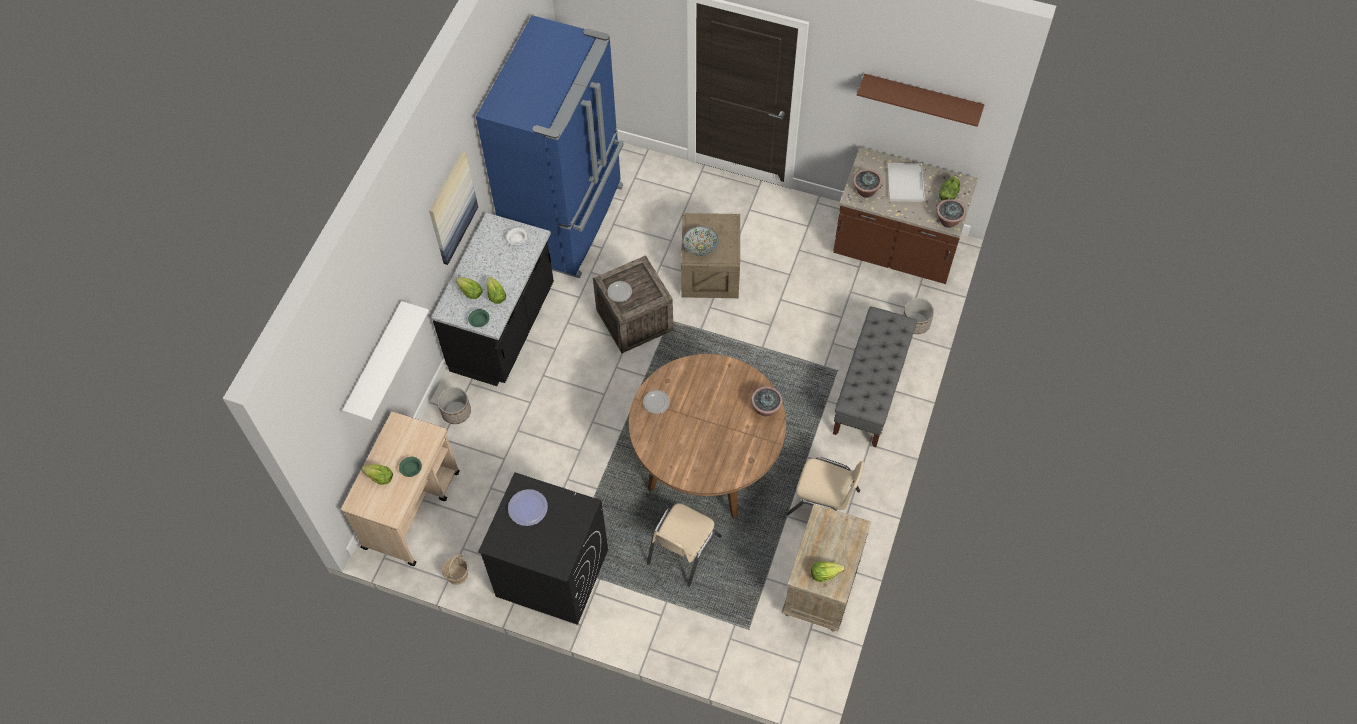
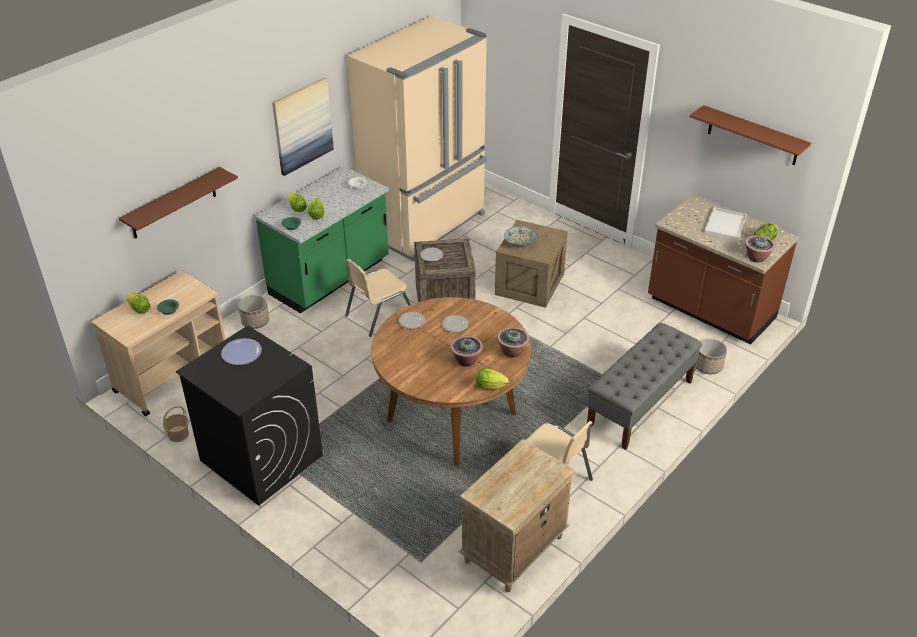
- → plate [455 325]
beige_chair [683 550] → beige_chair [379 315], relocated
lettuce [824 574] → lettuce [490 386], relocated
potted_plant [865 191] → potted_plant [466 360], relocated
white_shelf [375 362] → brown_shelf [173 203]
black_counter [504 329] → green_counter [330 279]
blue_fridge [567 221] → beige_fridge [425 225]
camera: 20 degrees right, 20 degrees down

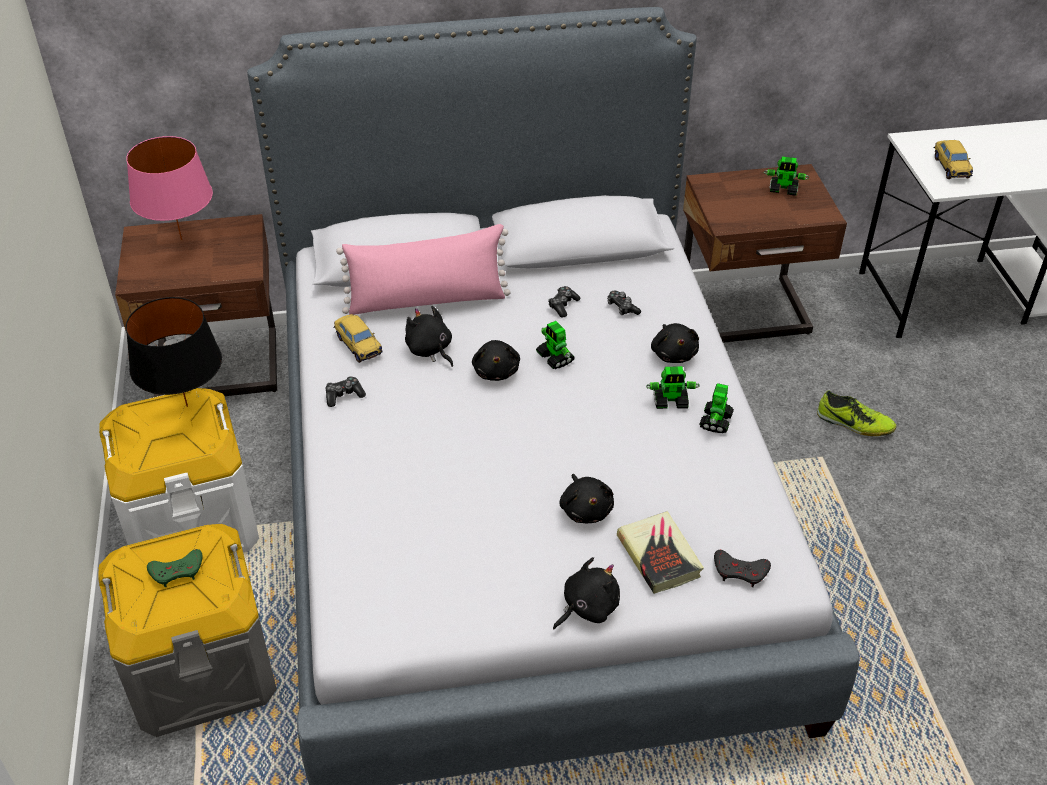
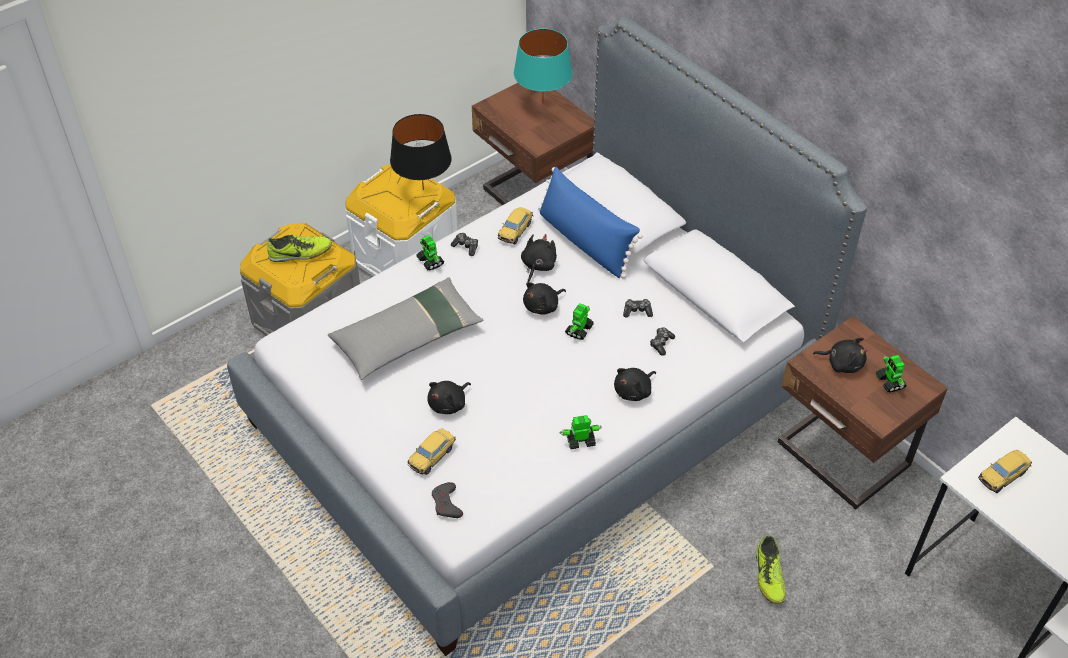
- → grey_pillow [408 337]
black_plush_toy [587 607] → black_plush_toy [842 363], relocated
toy_robot [671 401] → toy_robot [430 262], relocated
green_game_controller [177 571] → shoe [300 253]
book [659 556] → toy_car [432 456]
pink_table_lamp [181 240] → turquoise_table_lamp [543 103]
pink_pillow [427 300] → blue_pillow [585 242]
camera: 60 degrees right, 5 degrees up

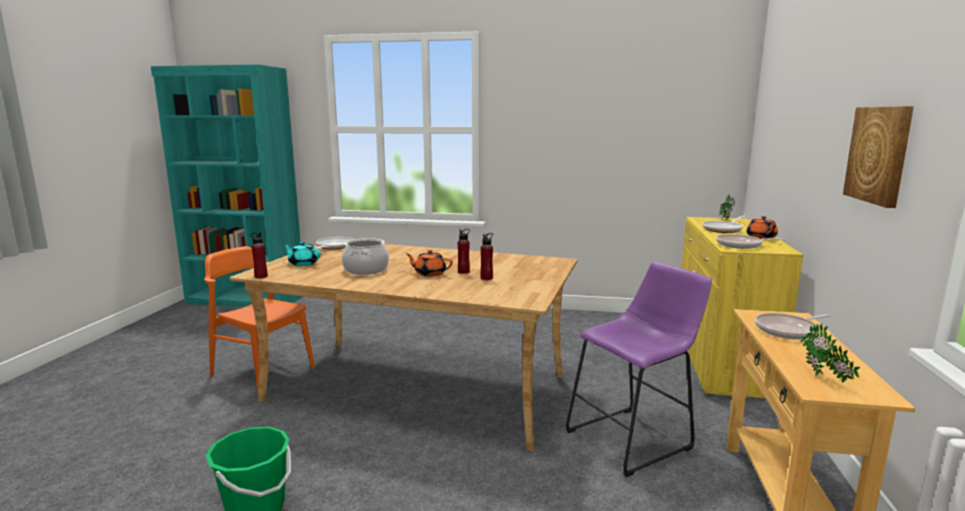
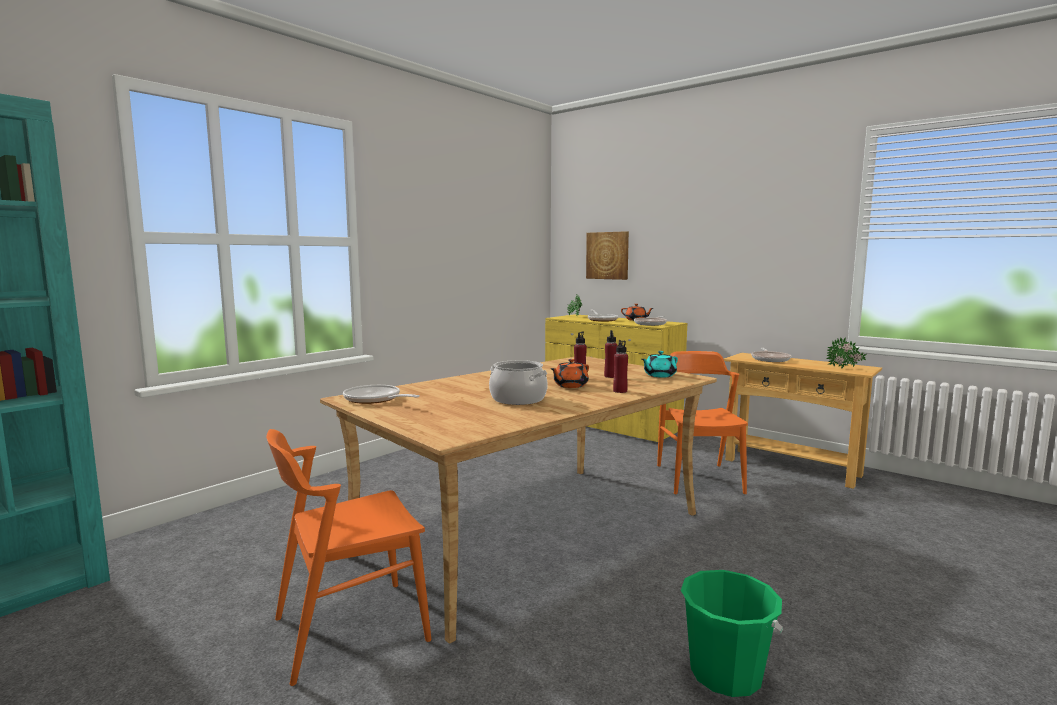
red_bottle [261 276] → red_bottle [620 391], relocated
turquoise_teapot [303 264] → turquoise_teapot [659 375], relocated
picture [879 154] → picture [607 255], relocated
purple_stool [634 438] → orange_chair [698 478]
camera: 60 degrees left, 5 degrees down

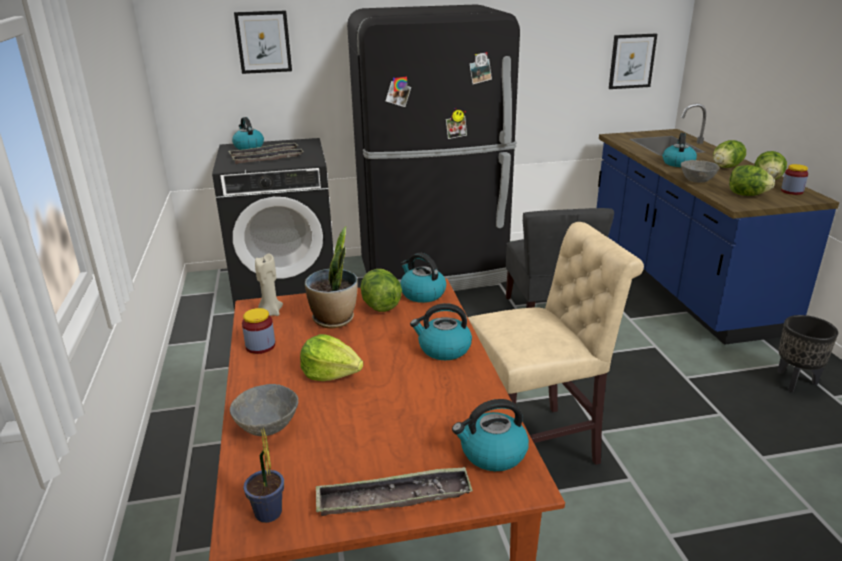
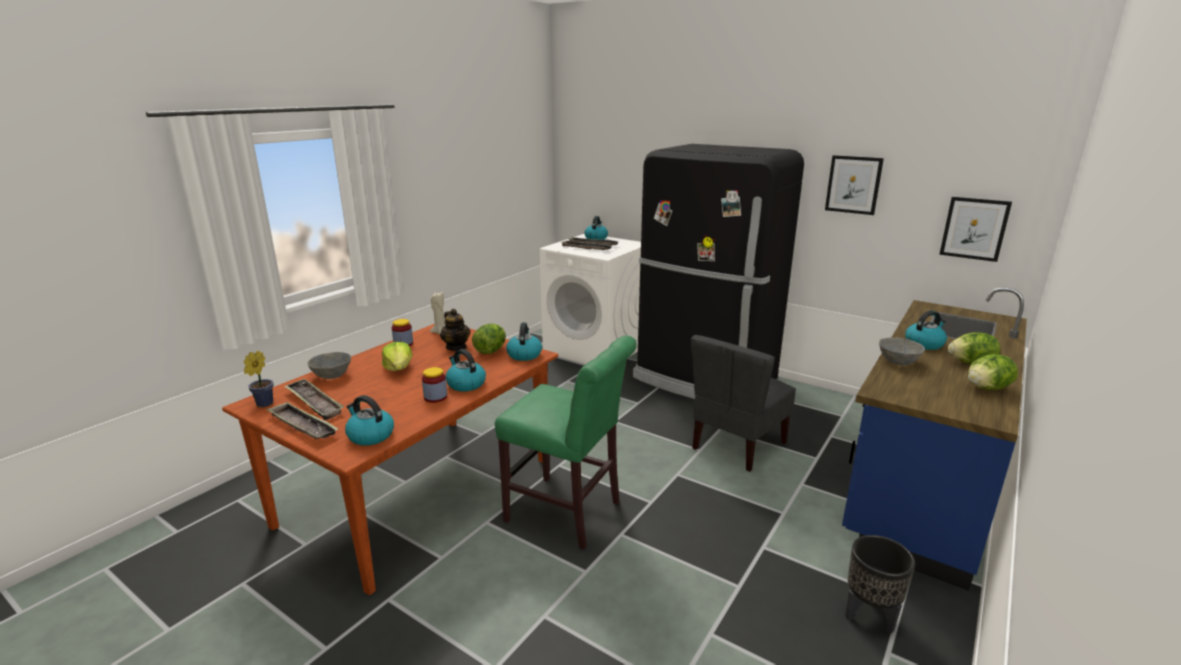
lettuce [746 195] → -
- → tray [314 403]
picture [263 42] → picture [853 184], relocated
jar [792 191] → jar [435 397], relocated
potted_plant [334 319] → teapot [456 347]
black_washing_machine [286 284] → white_washing_machine [595 349]
beige_chair [538 444] → green_chair [568 514]
camera: 45 degrees right, 5 degrees down

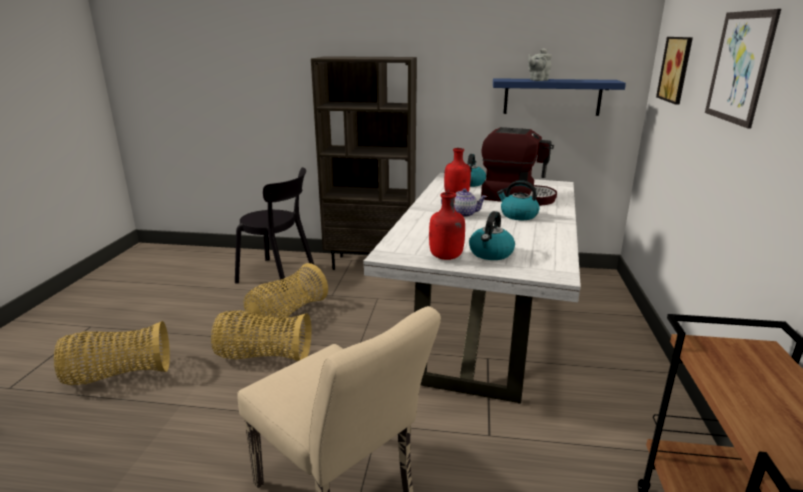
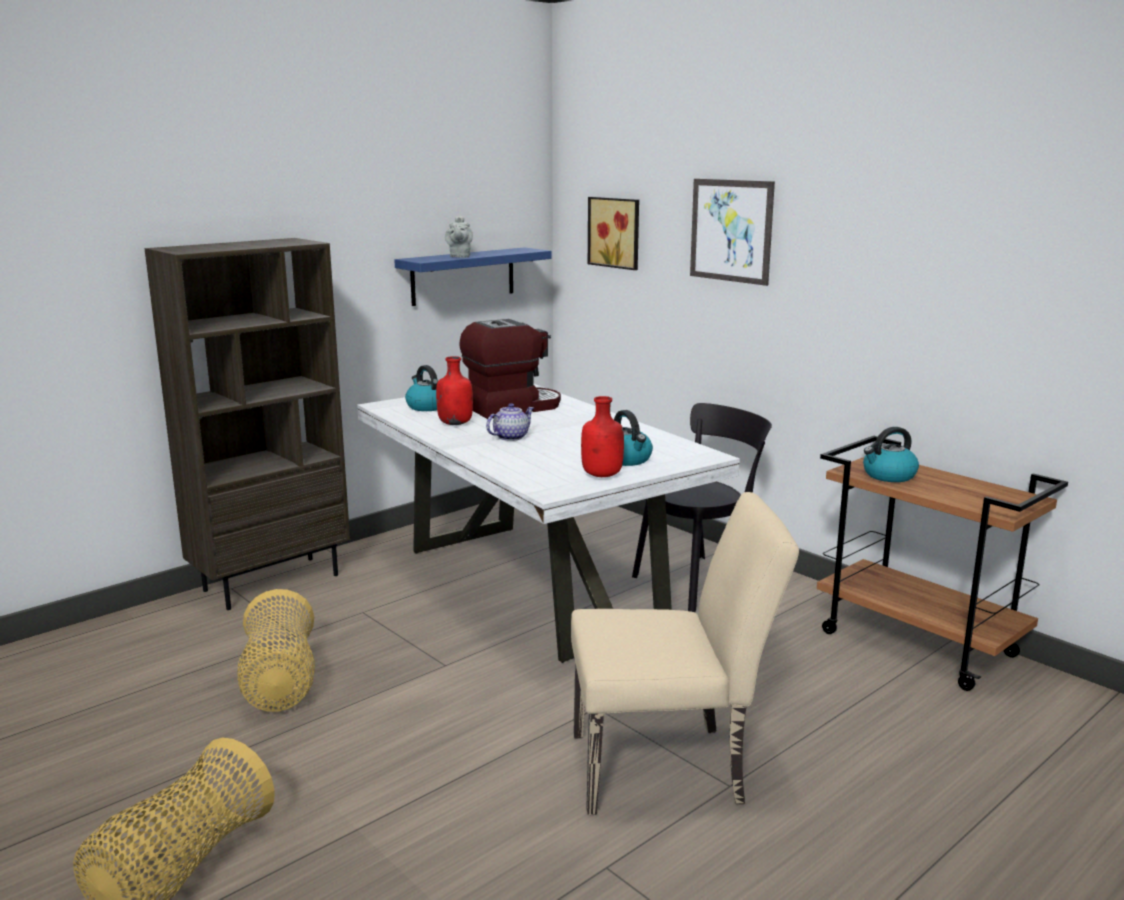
basket [263 356] → -
black_chair [279 275] → black_chair [702 582], relocated
kettle [518 215] → kettle [888 476], relocated
camera: 50 degrees left, 5 degrees down

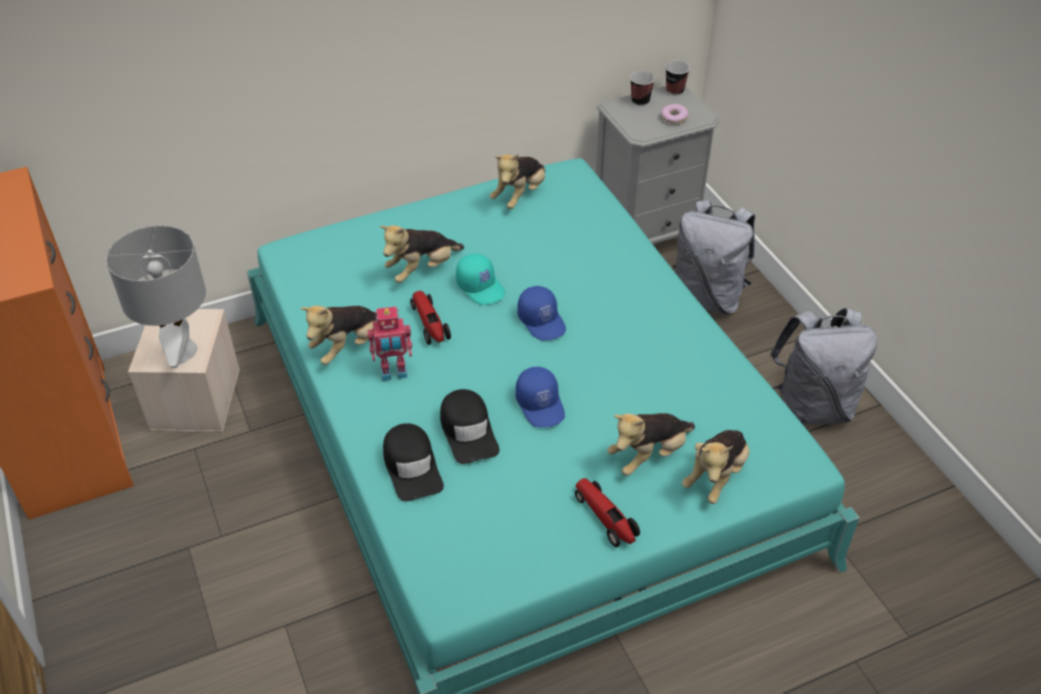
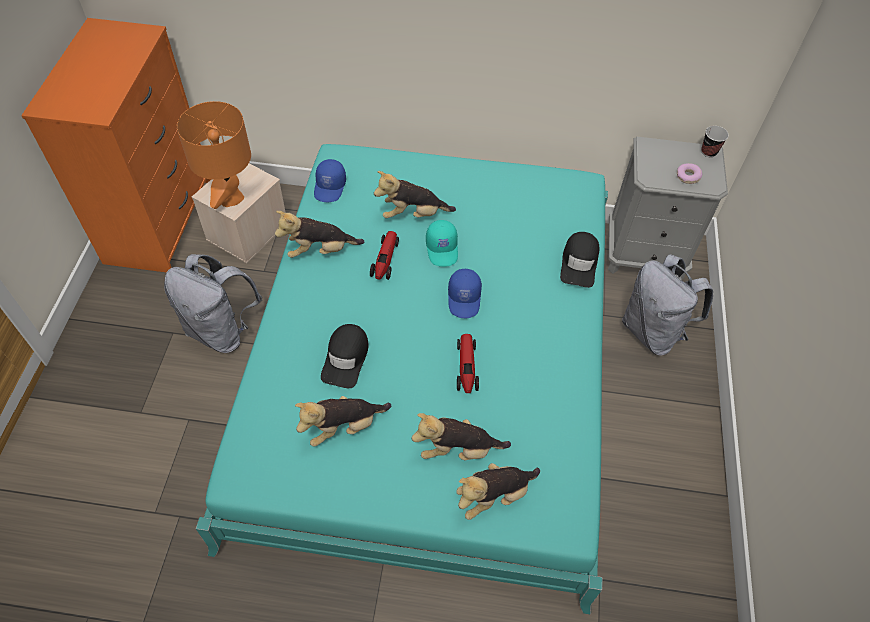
toy_robot [394 372] → -
cup [640 101] → -
black_cap [412 467] → black_cap [579 263], relocated
plush_toy [520 196] → plush_toy [343 427], relocated
blue_cap [541 405] → blue_cap [330 187], relocated
toy_car [606 518] → toy_car [466 368], relocated
grey_backpack [811 408] → grey_backpack [222 330], relocated
grey_table_lamp [181 352] → orange_table_lamp [231 198]
camera: 30 degrees right, 10 degrees up

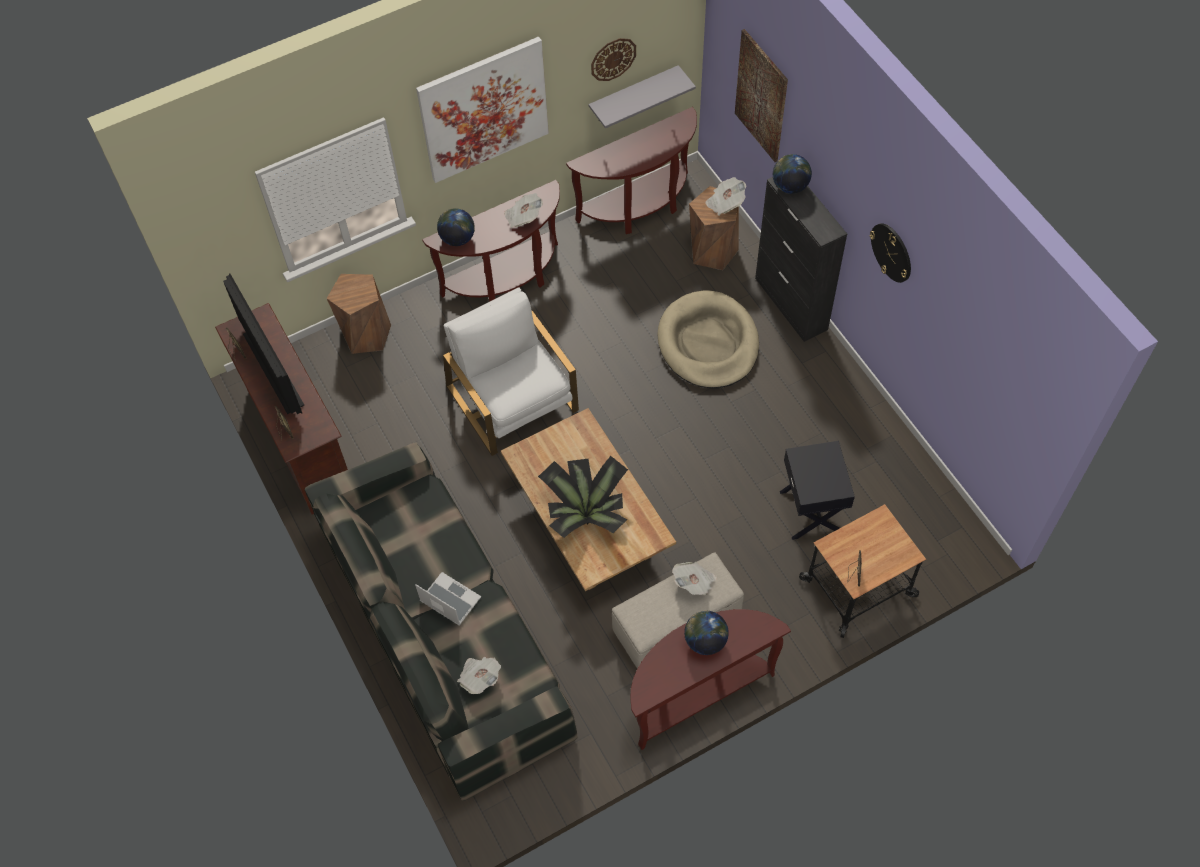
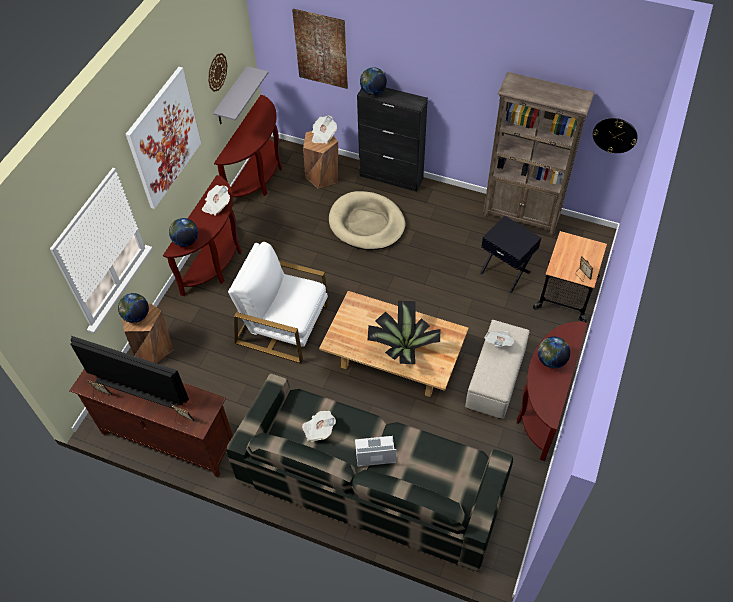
- → globe [136 316]
- → brown_bookcase [521 216]
newspaper [480 677] → newspaper [318 430], relocated
wall_clock [891 252] → wall_clock [615 135], relocated
camera: 40 degrees left, 5 degrees down

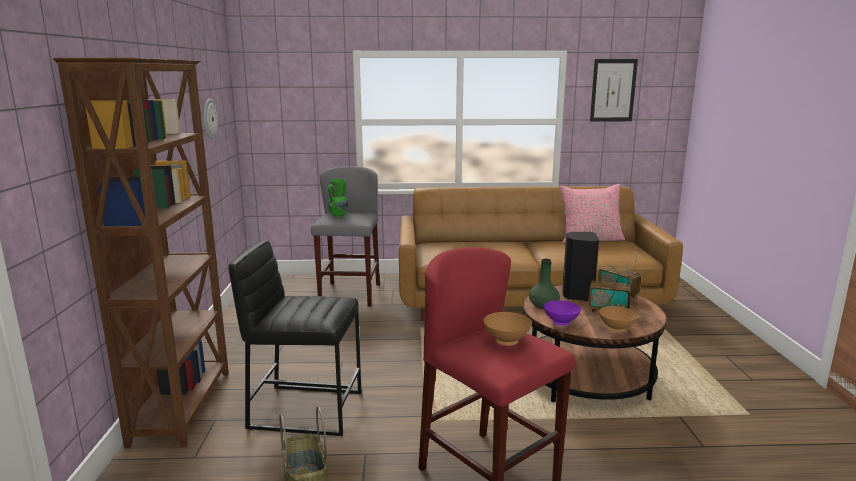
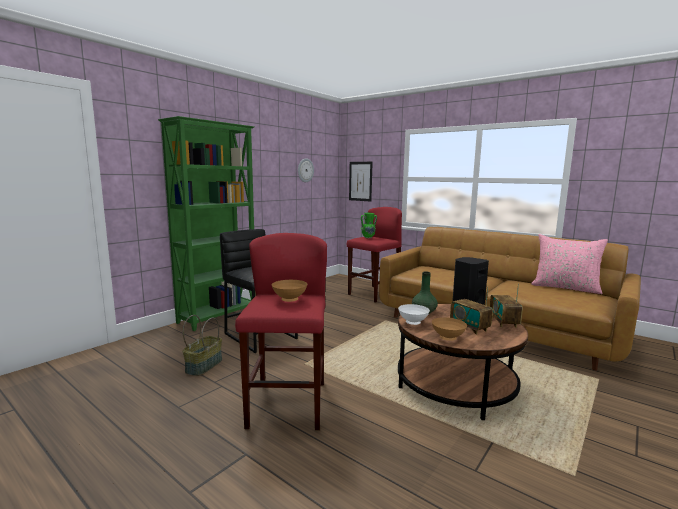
picture [613 90] → picture [360 181], relocated
brown_bookcase [184 406] → green_bookcase [219 316]
grey_stool [349 294] → red_stool [374 294]
purple_bowl [560 323] → white_bowl [412 323]
camera: 40 degrees right, 5 degrees down

